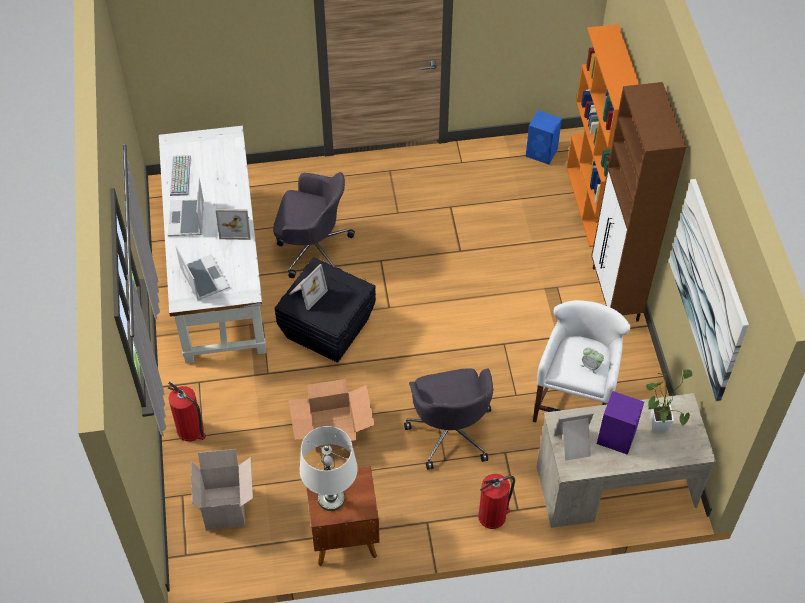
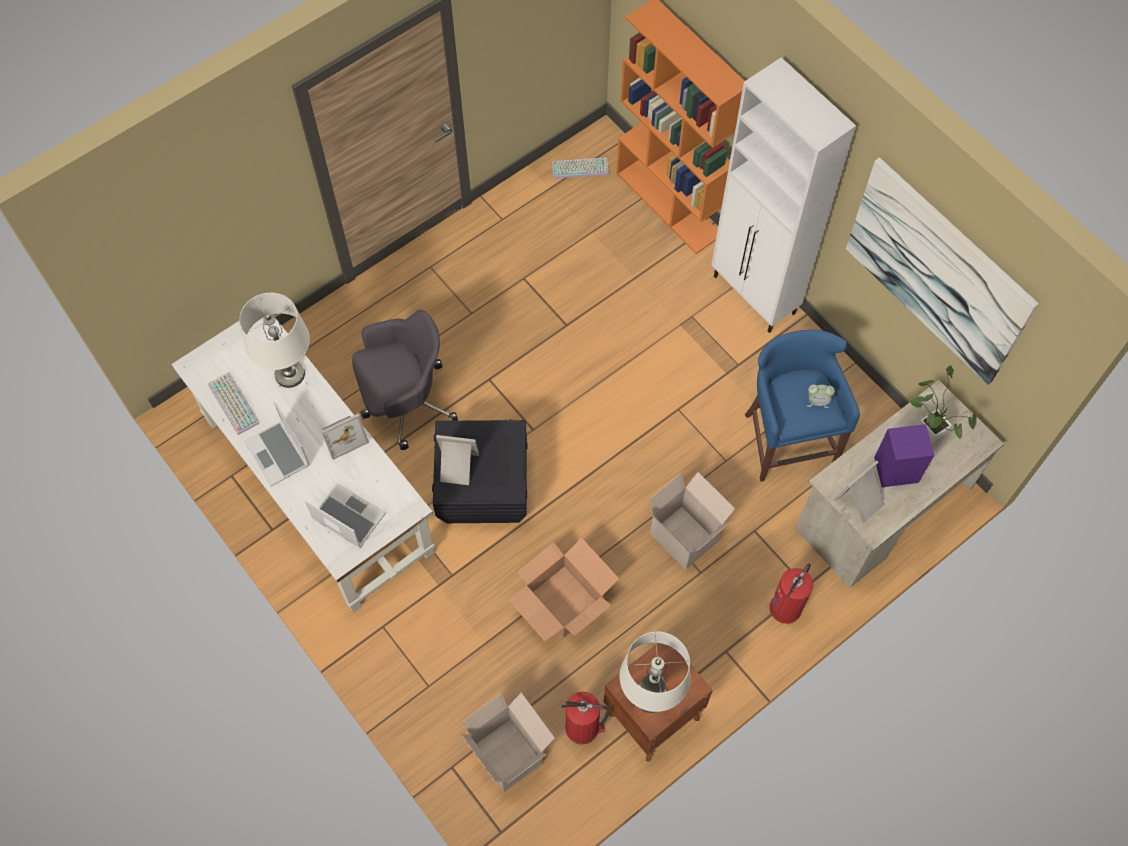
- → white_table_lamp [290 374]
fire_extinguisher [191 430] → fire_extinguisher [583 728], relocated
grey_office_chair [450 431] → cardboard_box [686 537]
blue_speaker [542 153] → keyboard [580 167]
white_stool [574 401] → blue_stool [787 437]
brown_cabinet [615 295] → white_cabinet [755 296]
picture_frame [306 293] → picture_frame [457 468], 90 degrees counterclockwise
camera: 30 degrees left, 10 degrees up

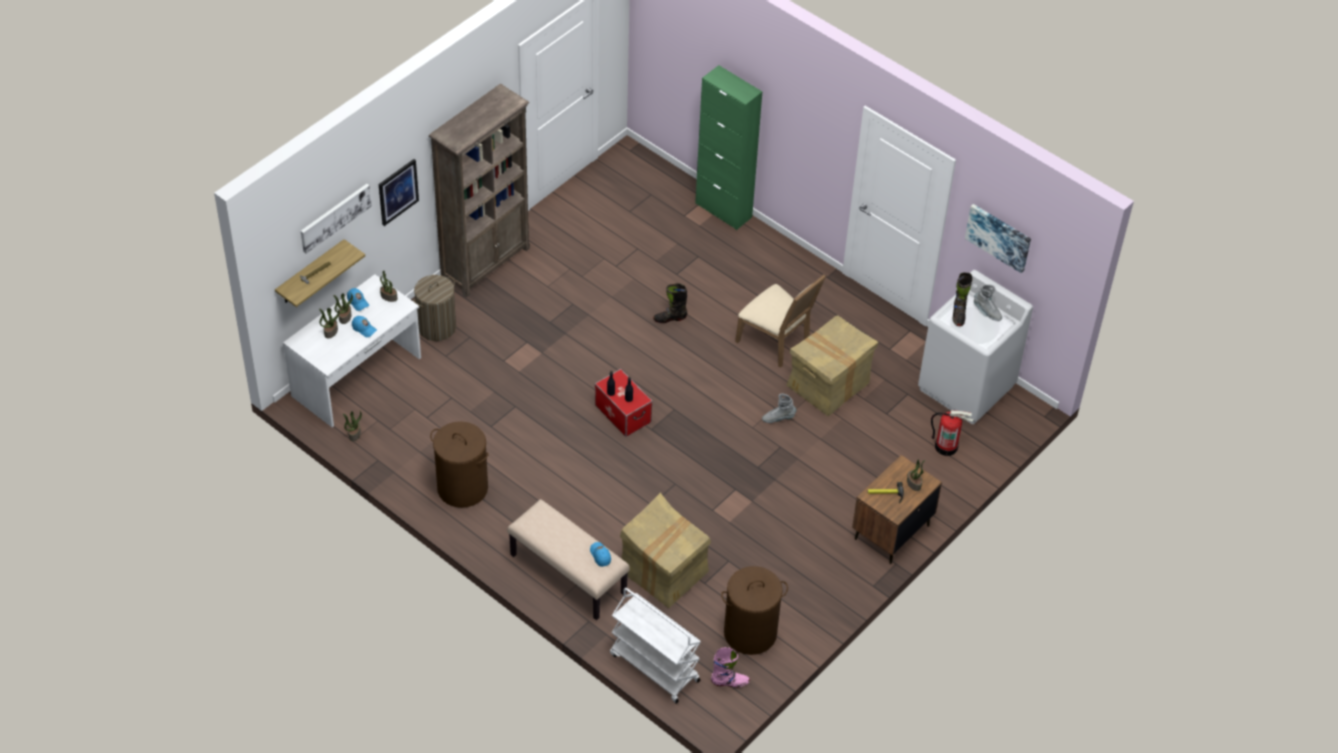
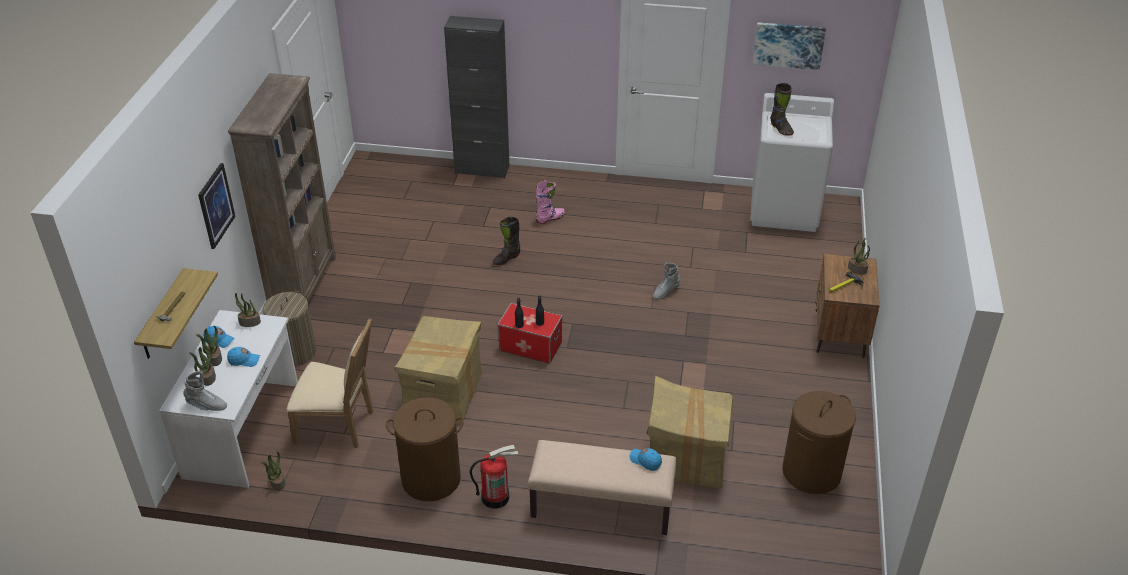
picture [335 217] → -
white_cart [653 667] → -
pink_boot [730 682] → pink_boot [550 218], relocated
beige_chair [776 343] → beige_chair [339 425], relocated
cardboard_box [828 385] → cardboard_box [443 394], relocated
fire_extinguisher [946 446] → fire_extinguisher [495 497], relocated
grey_boot [986 312] → grey_boot [206 406], relocated
green_cabinet [723 210] → black_cabinet [482 169]
camera: 30 degrees left, 10 degrees down

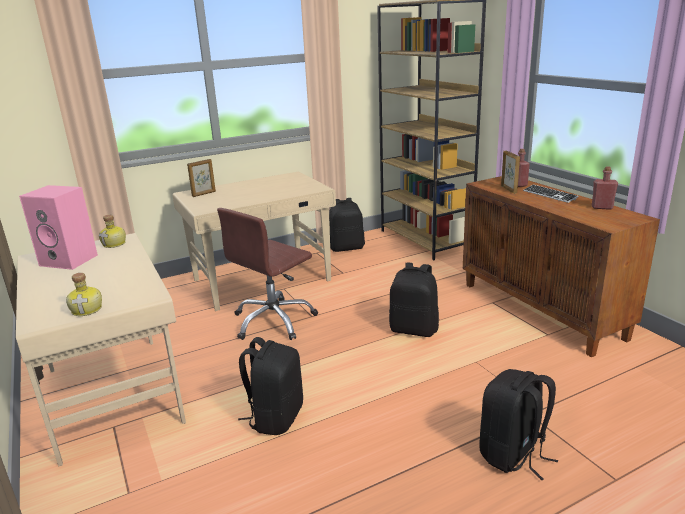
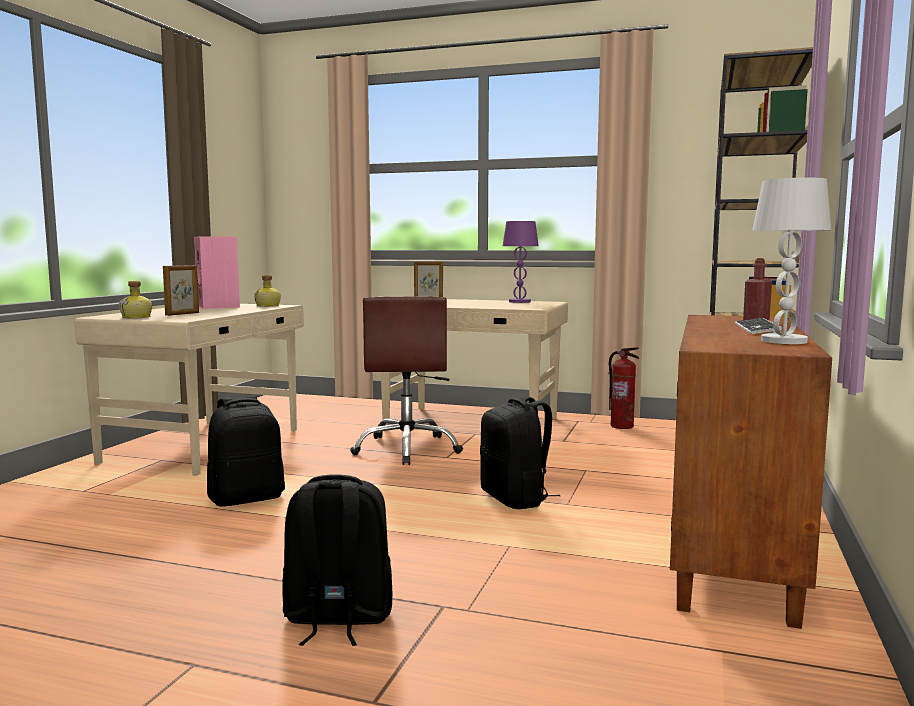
- → purple_table_lamp [520 302]
picture_frame [509 189] → picture_frame [183 314], relocated
black_backpack [347 248] → fire_extinguisher [622 426]
red_bottle [602 207] → white_table_lamp [784 341]
brown_office_chair [274 321] → brown_office_chair [407 449], 90 degrees counterclockwise
camera: 45 degrees right, 15 degrees down

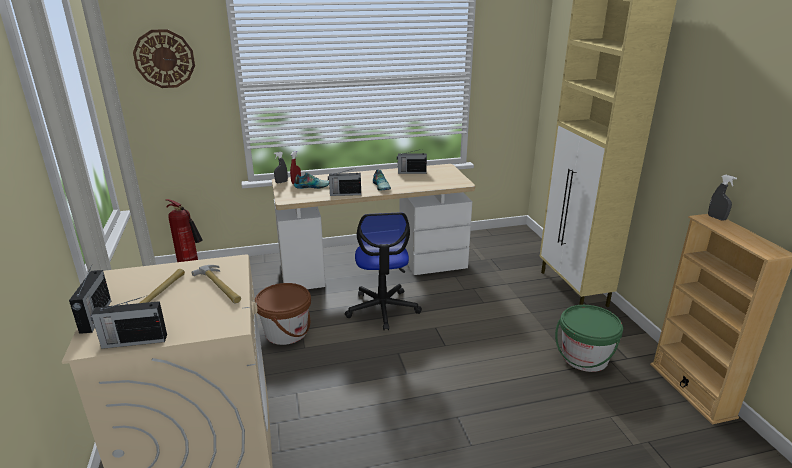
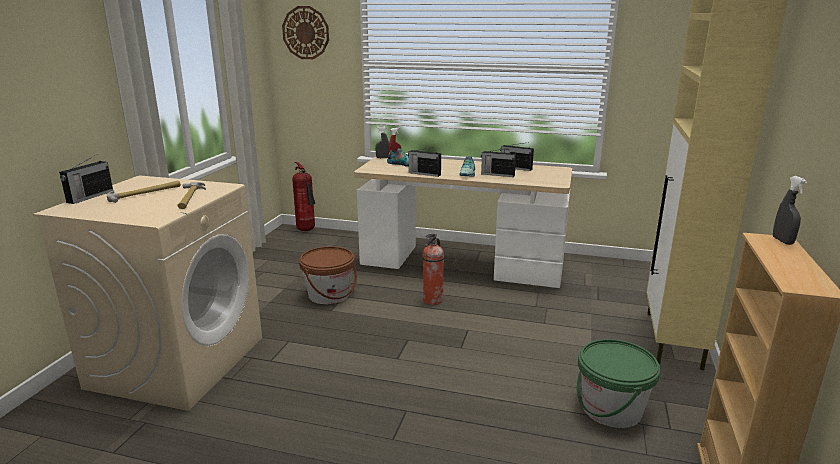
radio [133 341] → radio [497 174], relocated
office_chair [382 309] → fire_extinguisher [432 300]
camera: 30 degrees right, 5 degrees down

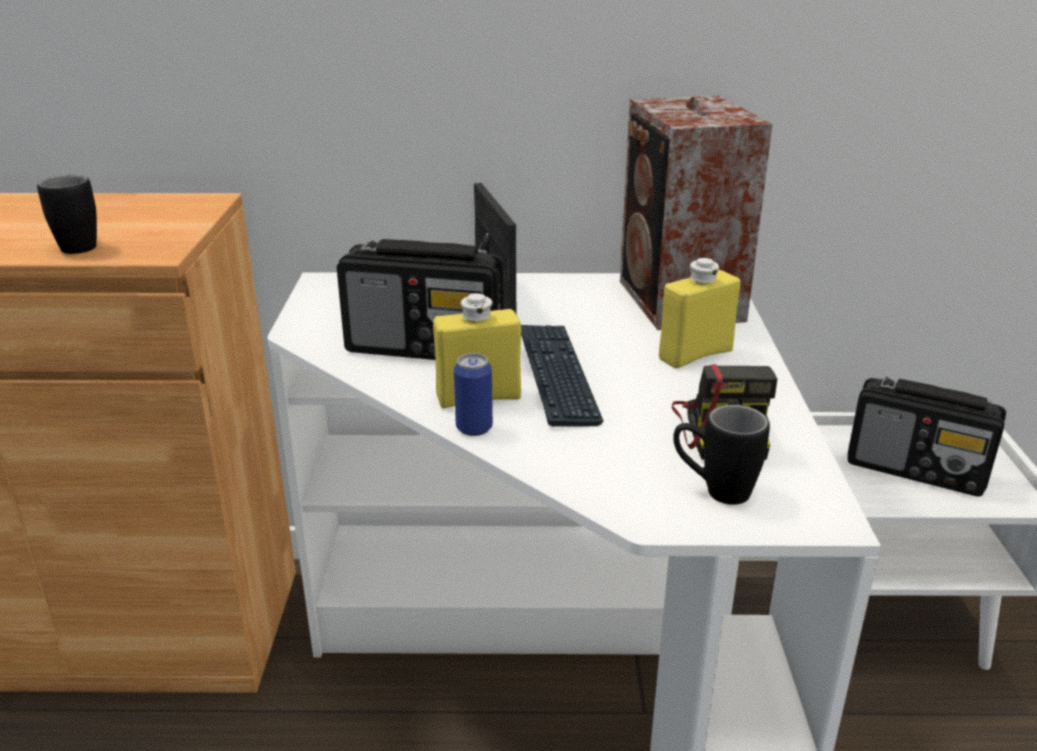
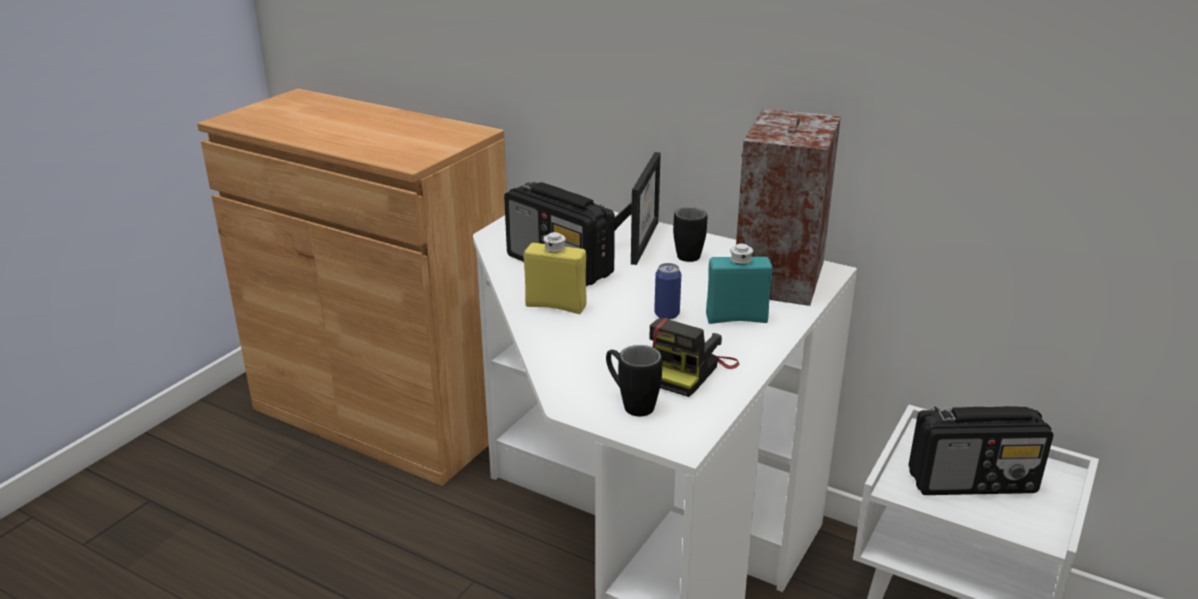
keyboard [556 374] → -
black_mug [80 244] → black_mug [689 253], relocated
can [474 428] → can [666 314], relocated
yellow_bottle [695 355] → turquoise_bottle [736 318]
radio [917 470] → radio [973 482], 60 degrees counterclockwise
camera: 30 degrees right, 0 degrees up

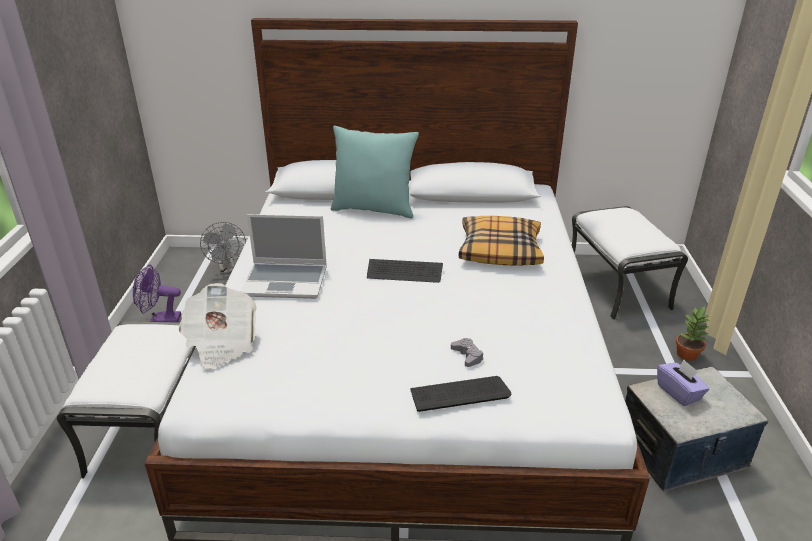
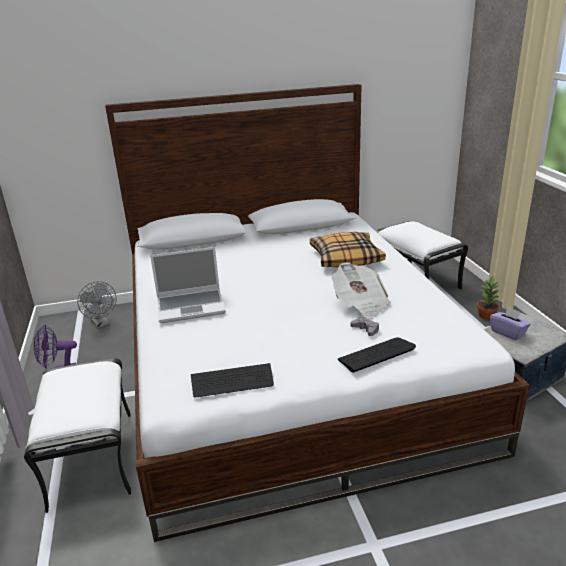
turquoise_pillow [374 209] → -
newspaper [221 342] → newspaper [360 304], relocated
keyboard [404 272] → keyboard [232 382], relocated
camera: 15 degrees left, 5 degrees down

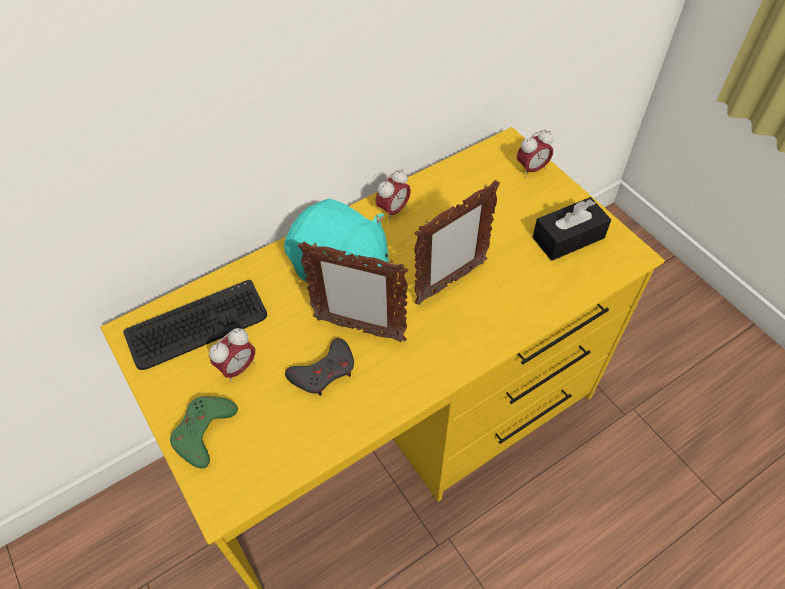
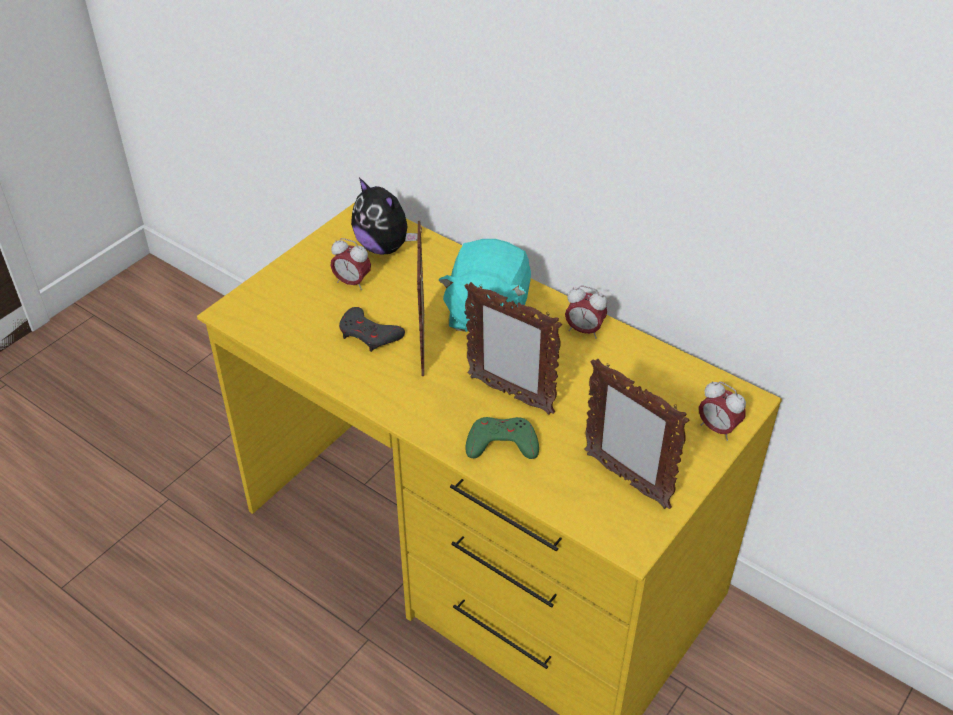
green_game_controller [204 432] → green_game_controller [501 443], relocated
keyboard [197 326] → plush_toy [384 247]
black_tissue_box [568 237] → picture_frame [626 480]
camera: 70 degrees right, 10 degrees down

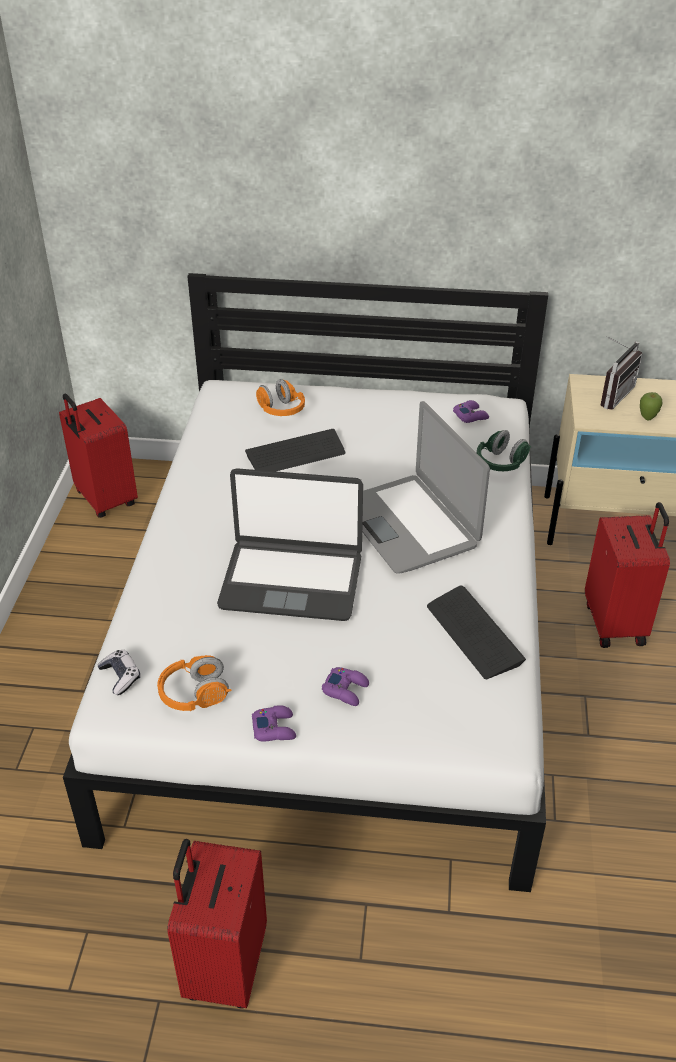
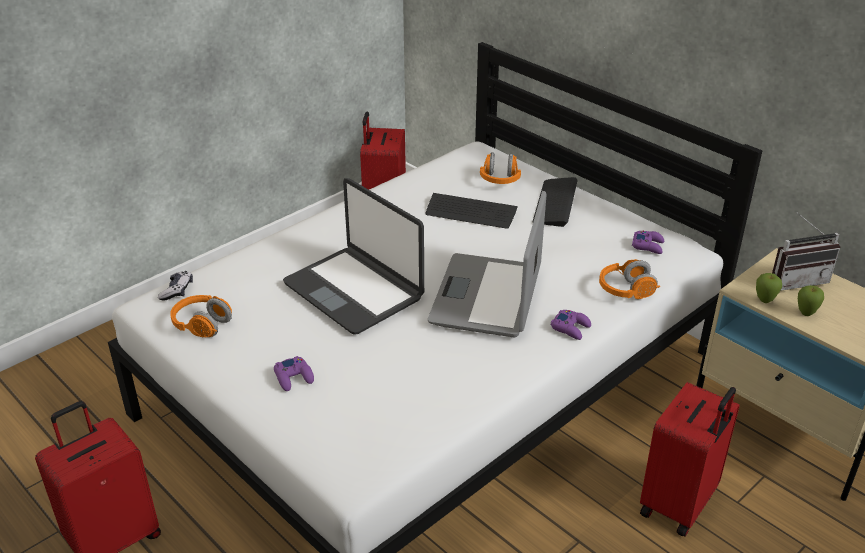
- → apple [764 301]
purple_game_controller [274 728] → purple_game_controller [571 328], relocated
keyboard [474 634] → keyboard [555 203], relocated
green_headphones [501 463] → orange_headphones [626 291]
camera: 40 degrees right, 5 degrees down

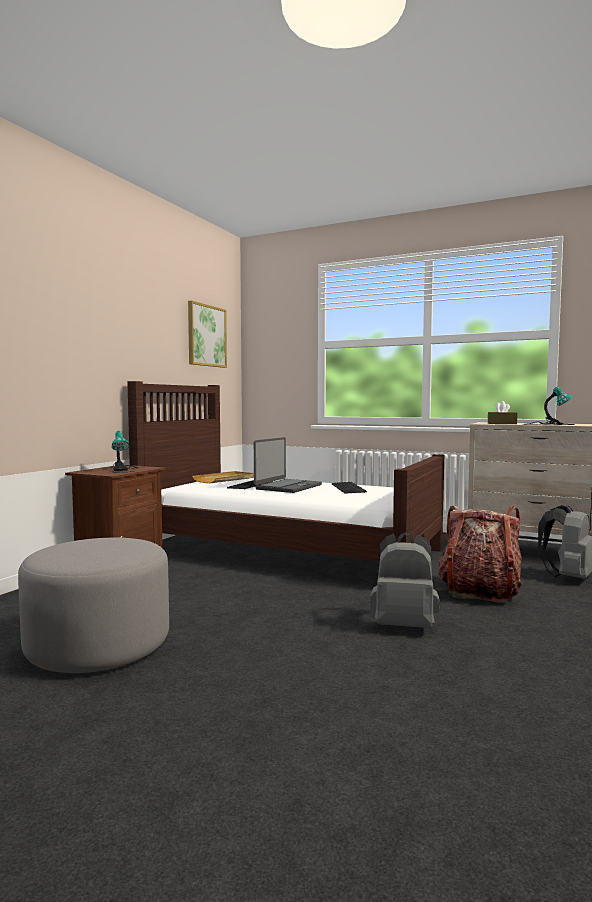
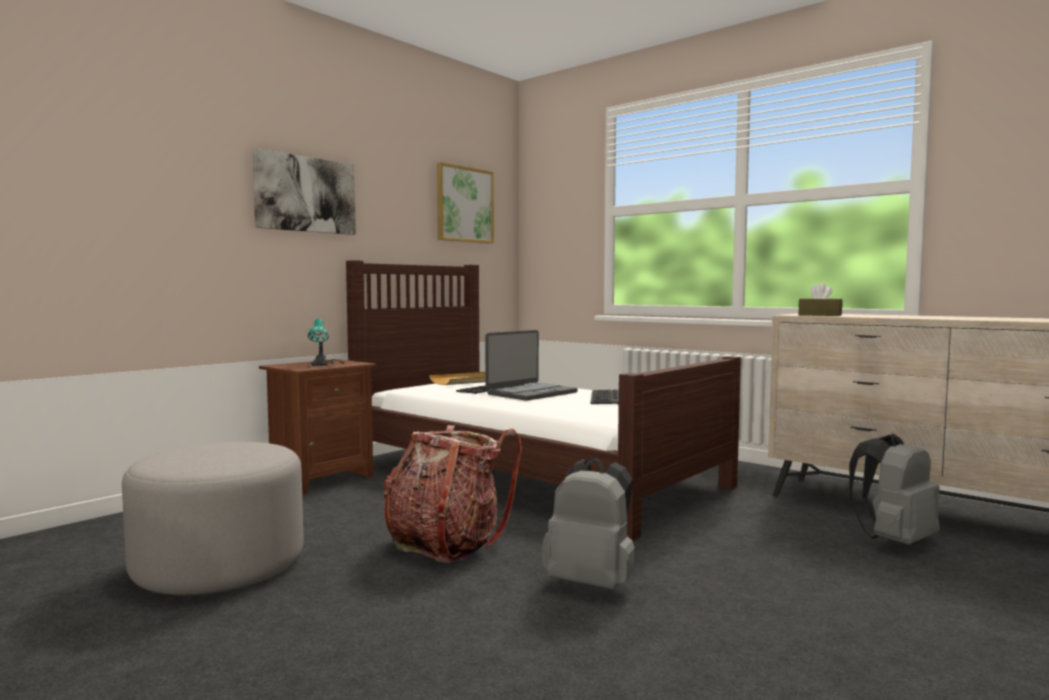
table_lamp [550 424] → -
- → picture [305 194]
backpack [479 591] → backpack [446 544], relocated
camera: 15 degrees right, 0 degrees up

